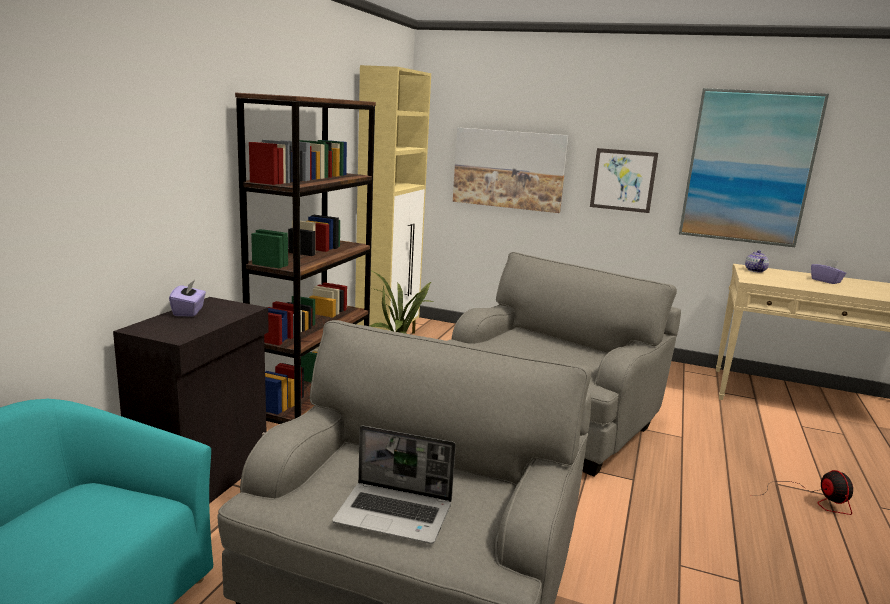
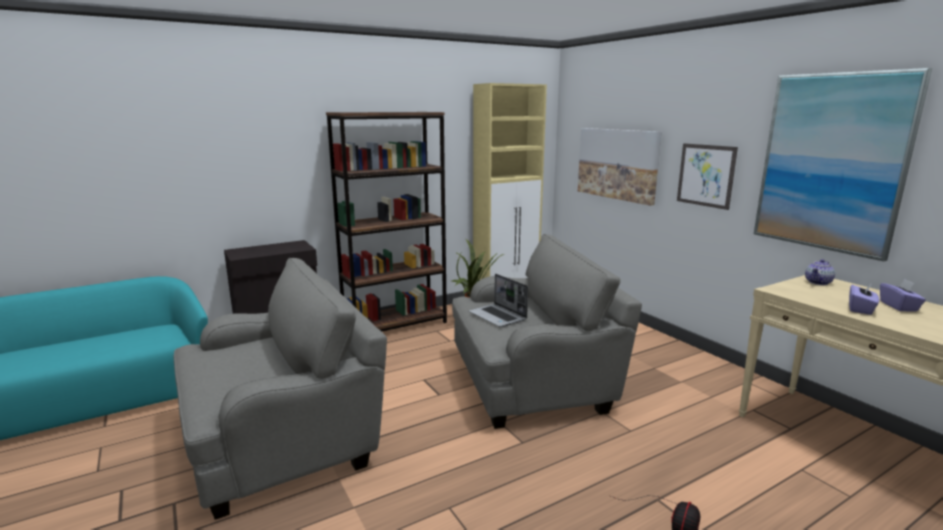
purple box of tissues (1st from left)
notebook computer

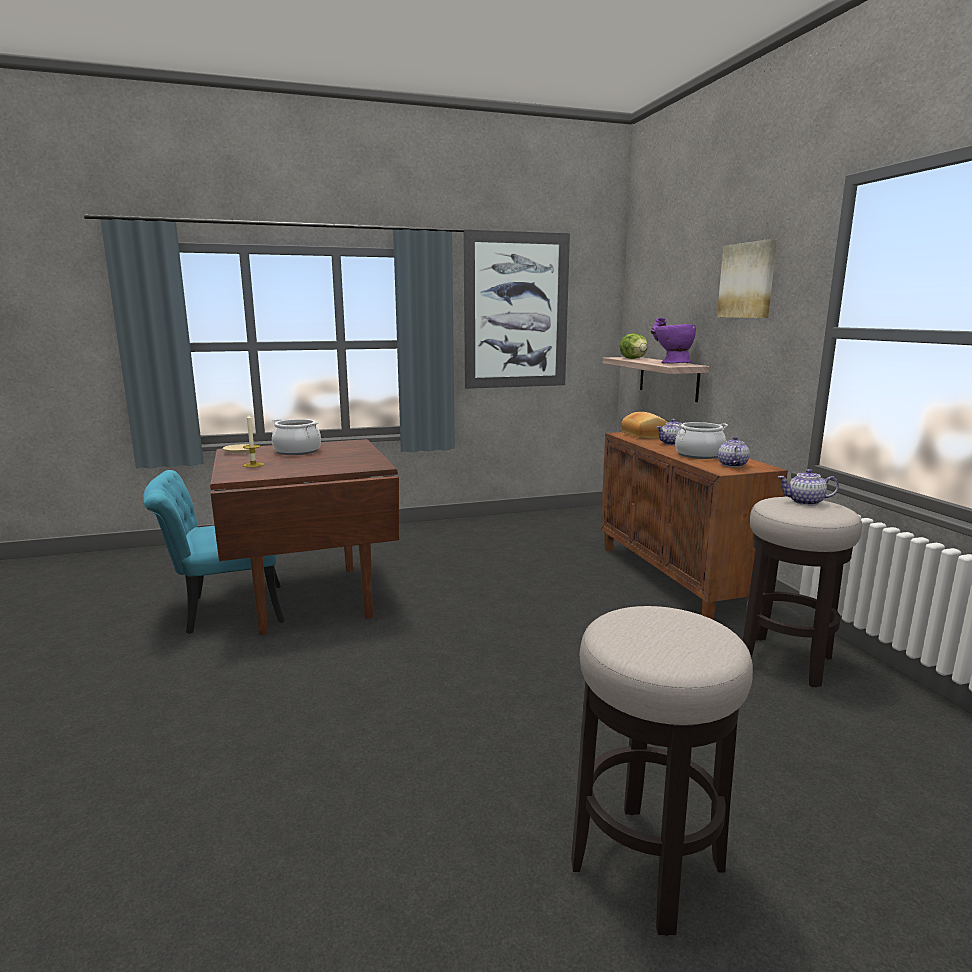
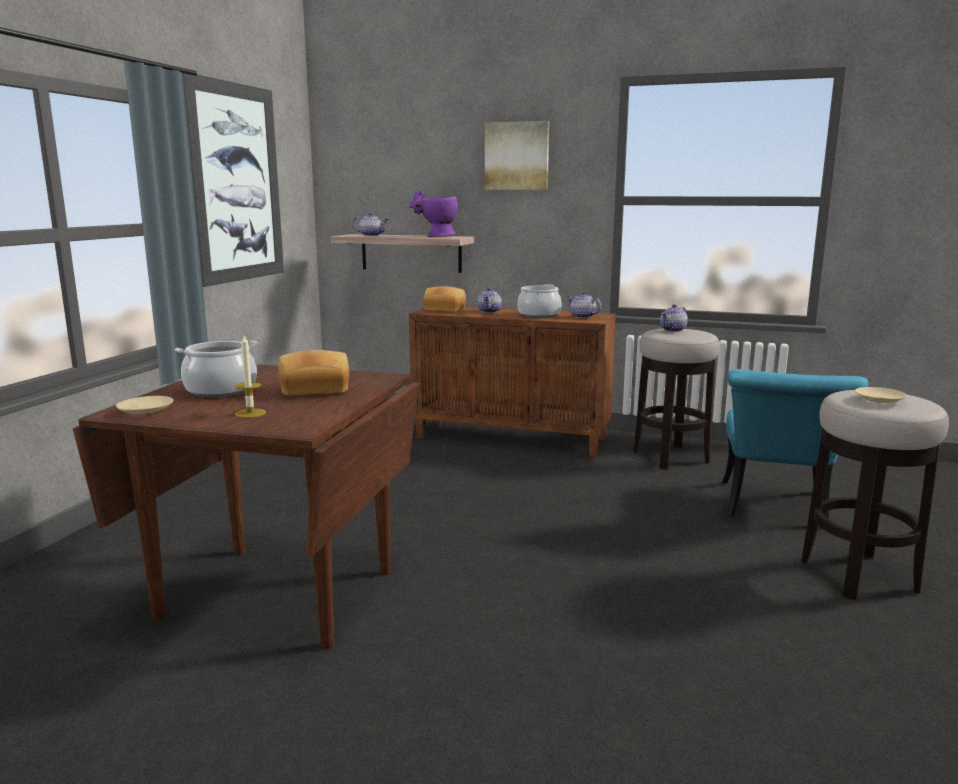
tea pot (1st from left)
turquoise chair
bread (1st from left)
sand-coloured flat dish (2nd from left)

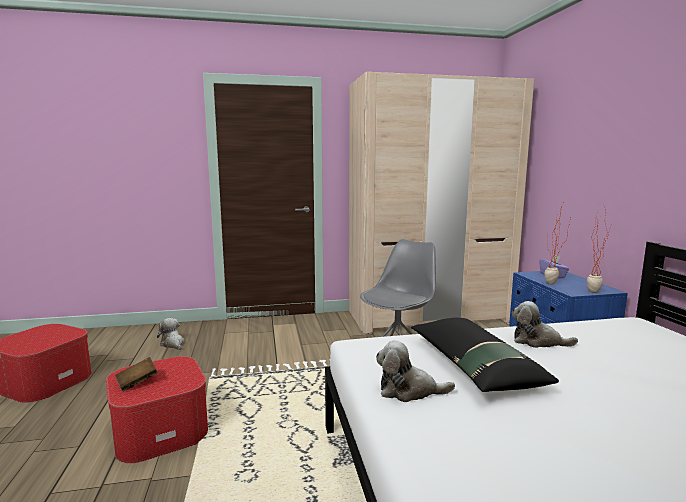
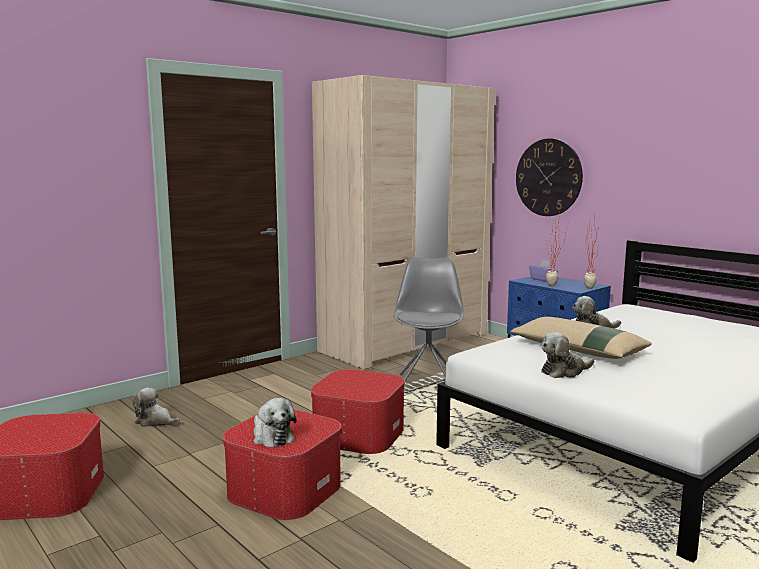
sand-coloured cushion
plush toy (2nd from left)
wall clock
footrest (3rd from left)

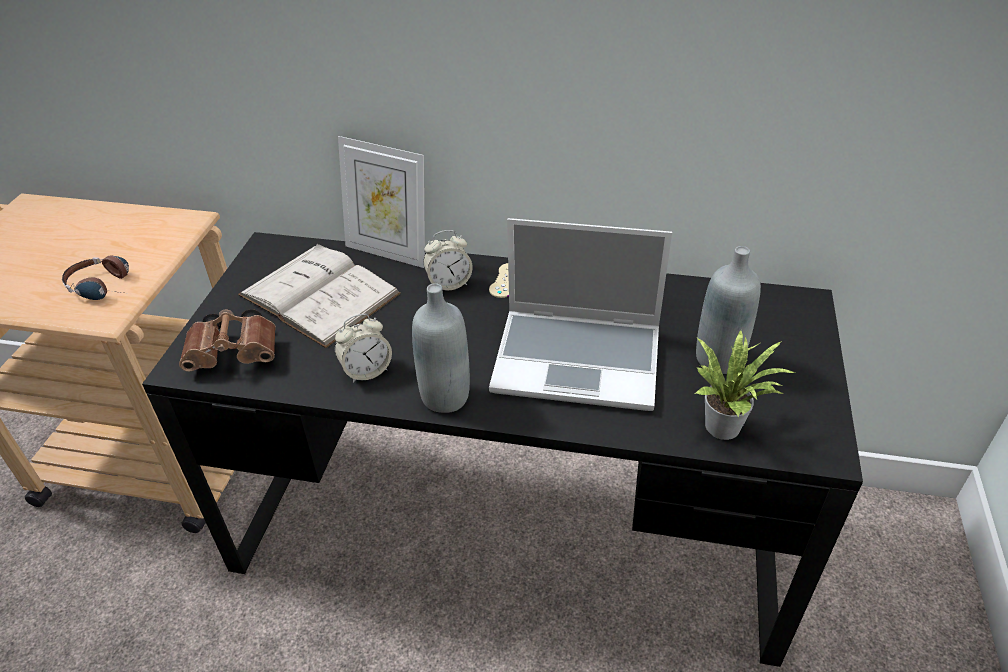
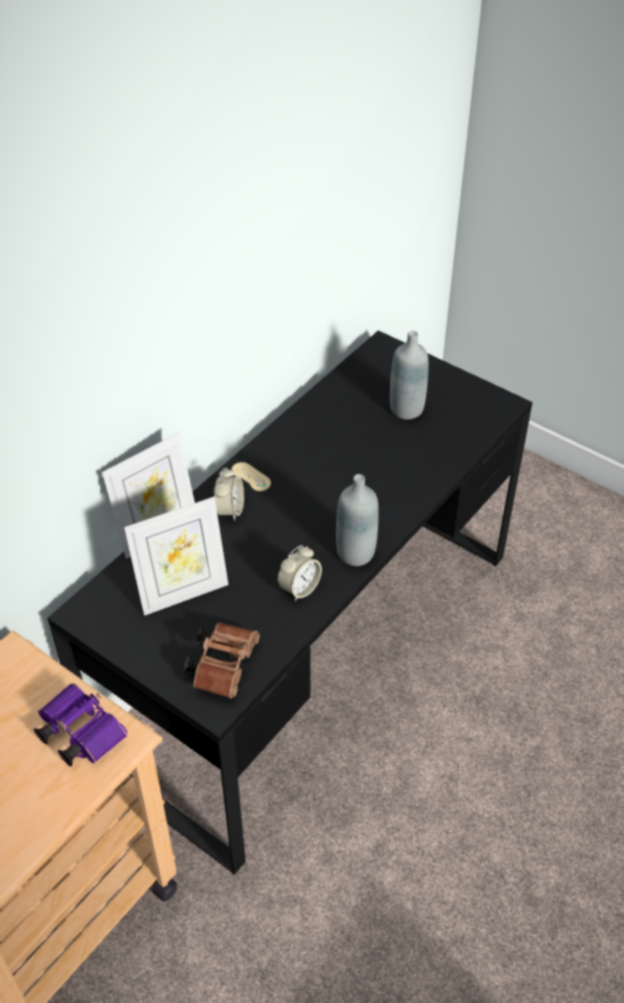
notebook computer
photo frame (2nd from left)
purple field glasses
table clock (2nd from left)
houseplant

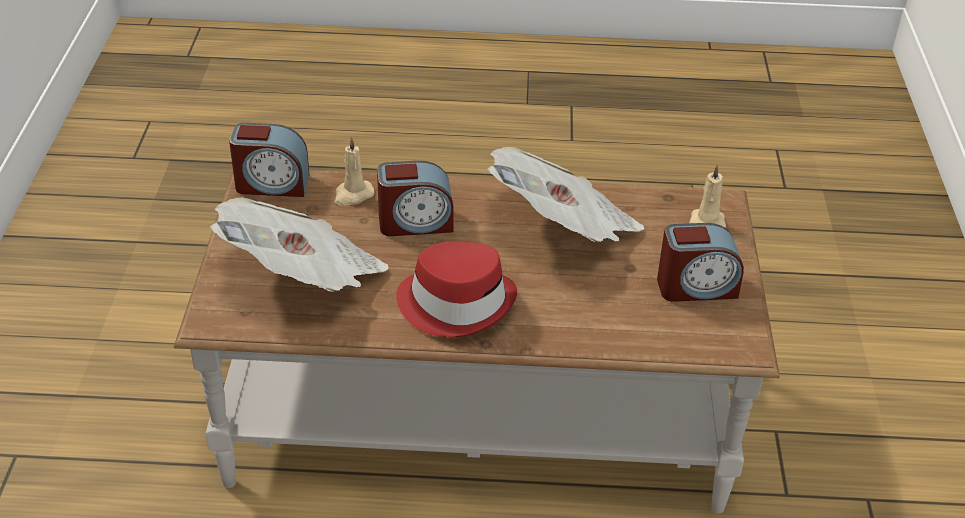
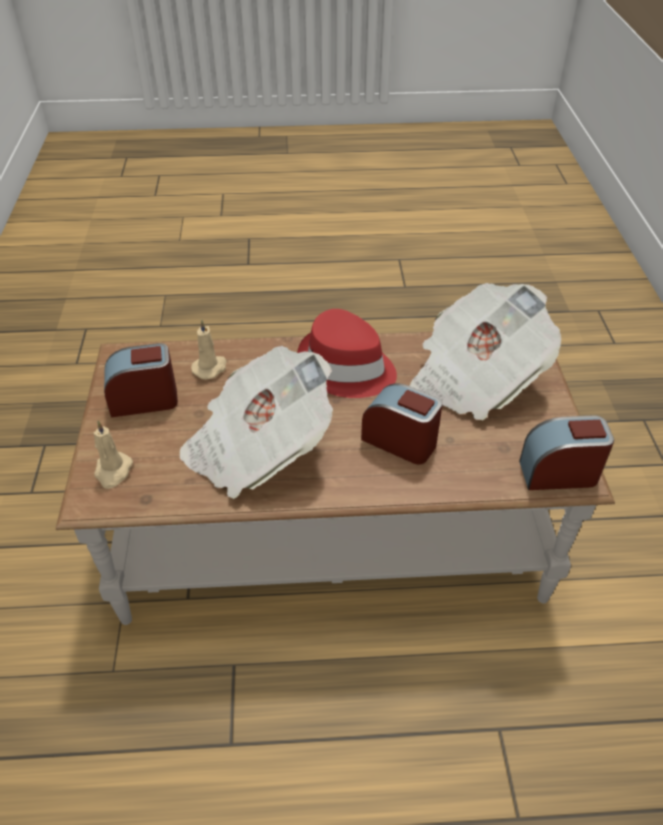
sand-coloured candle (2nd from left)
table clock (2nd from left)

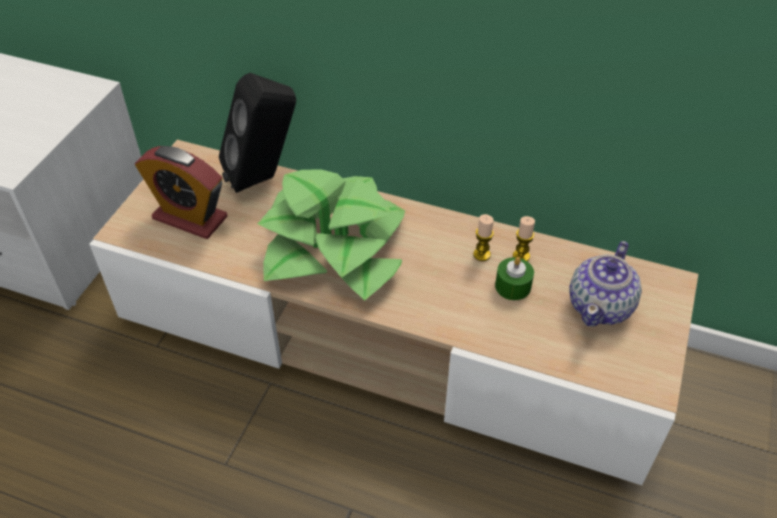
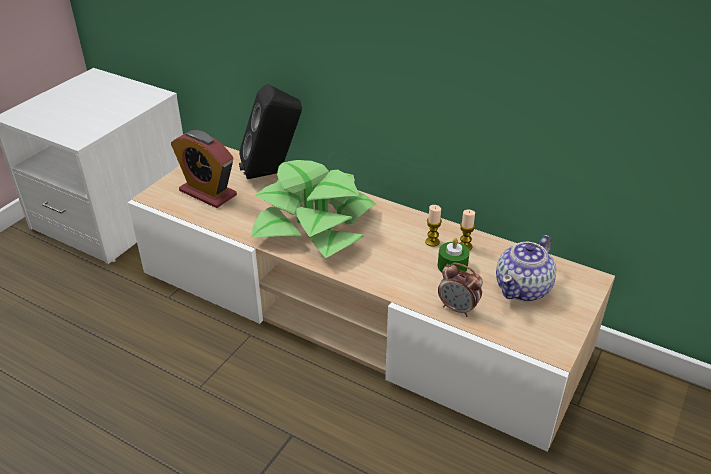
table clock (2nd from left)

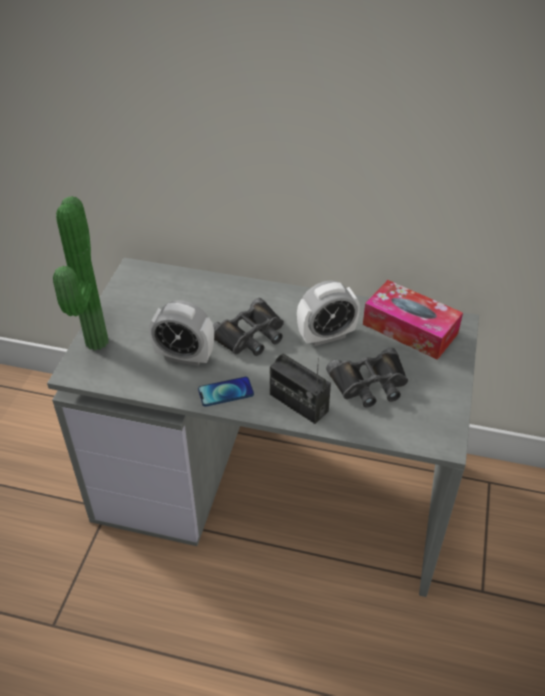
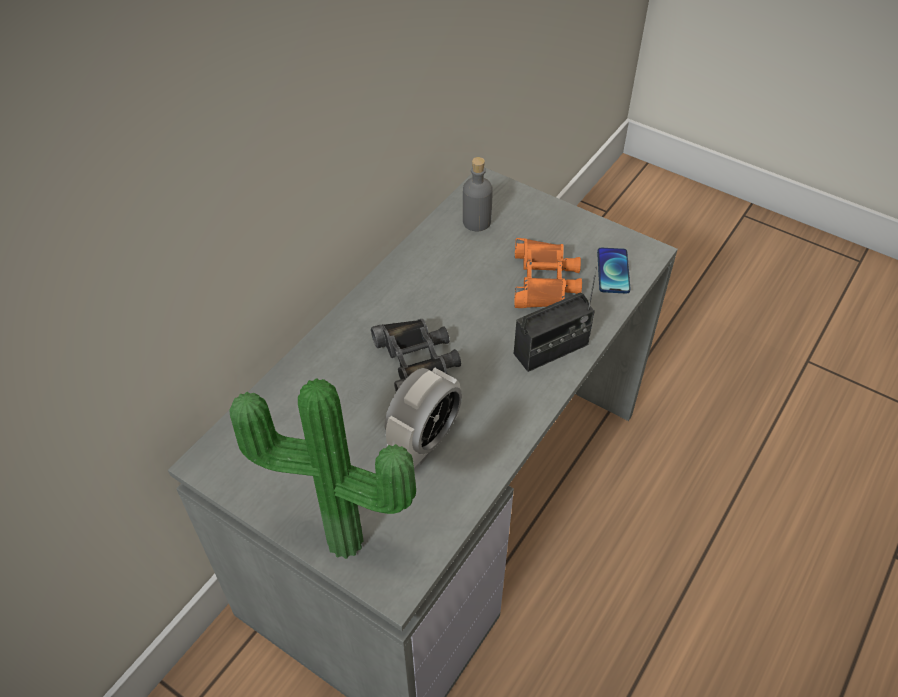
table clock (2nd from left in the first image)
greyish bottle
orange-coloured field glasses
telephone

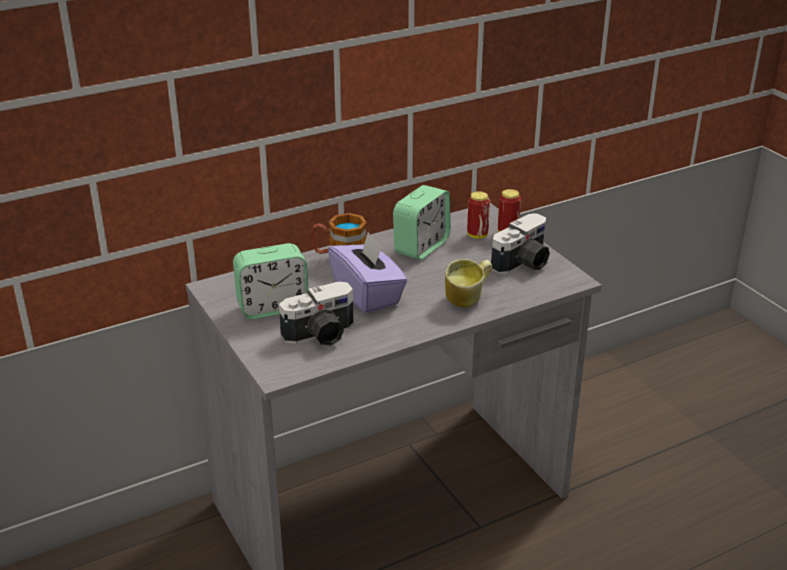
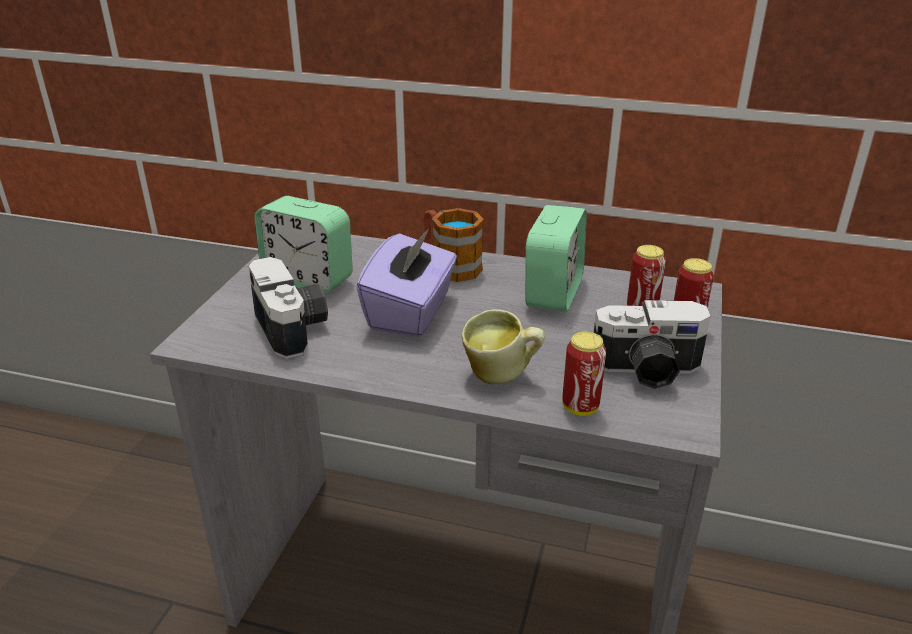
table clock (2nd from left)
still camera (1st from left)
can (1st from left)

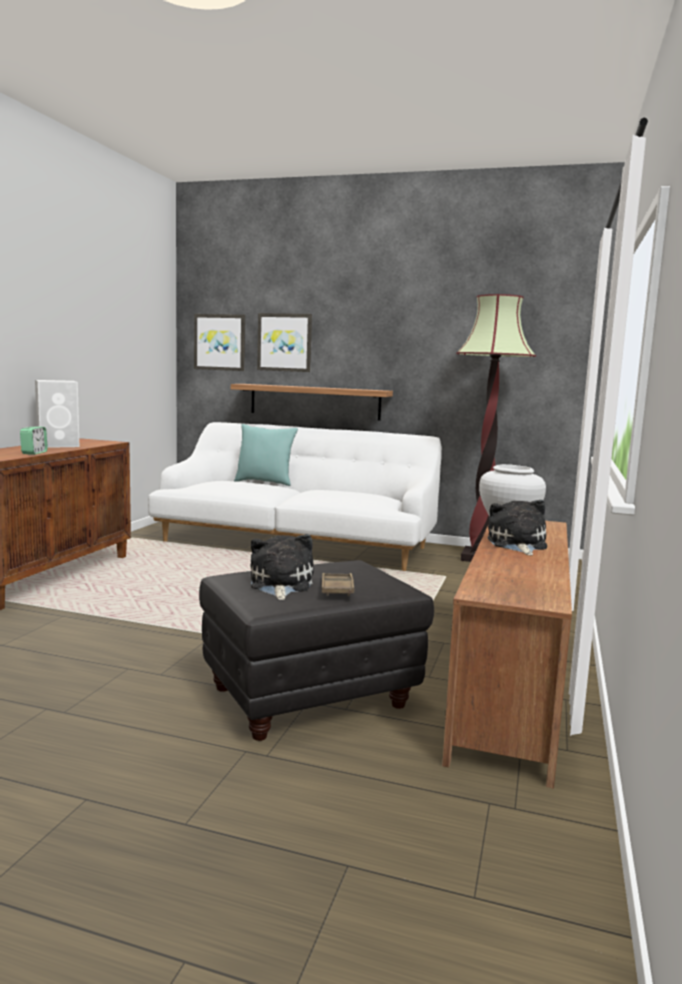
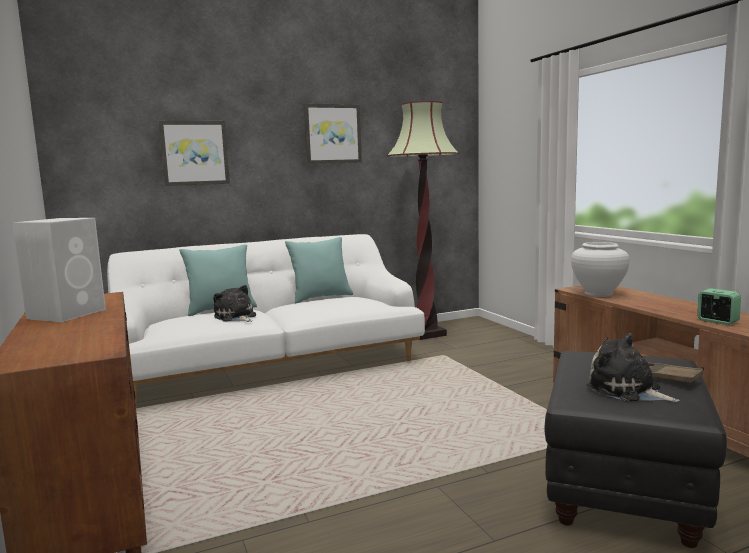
wall art (2nd from left)
shelf
table clock
plush toy (1st from left)
turquoise cushion (2nd from left)

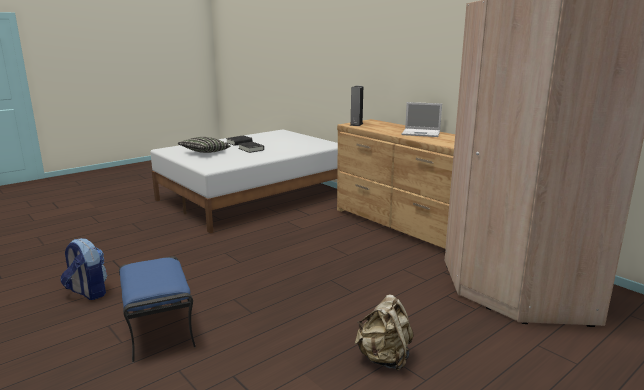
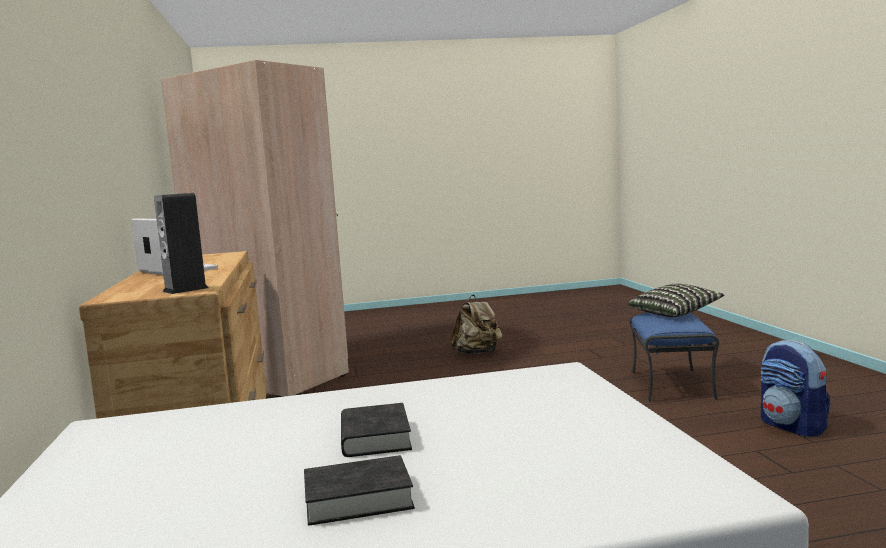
cushion

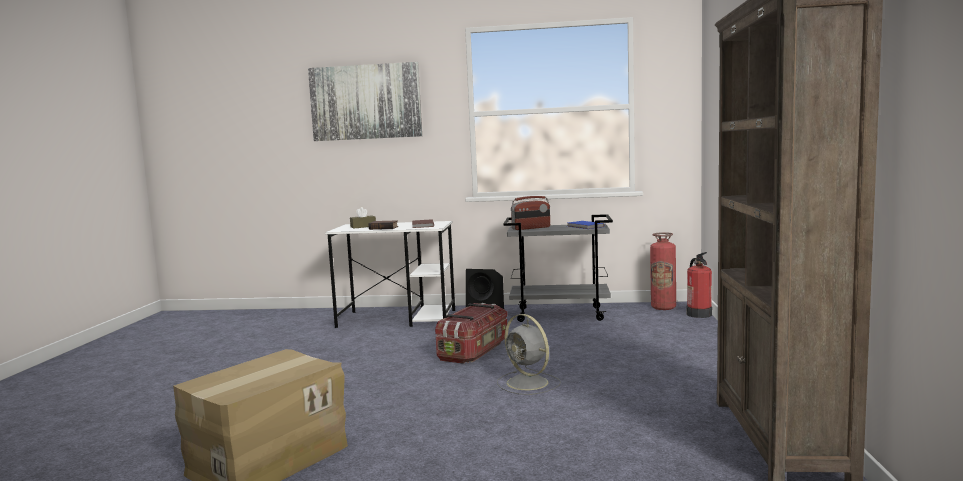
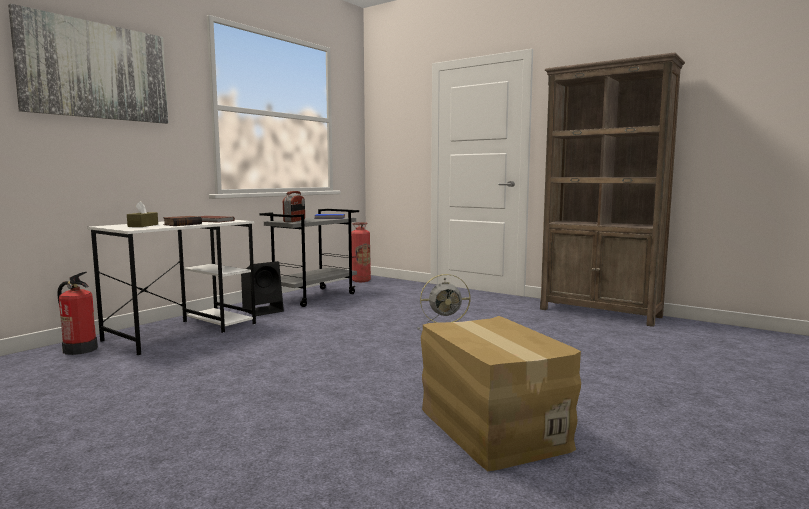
extinguisher (1st from left)
storage bin

